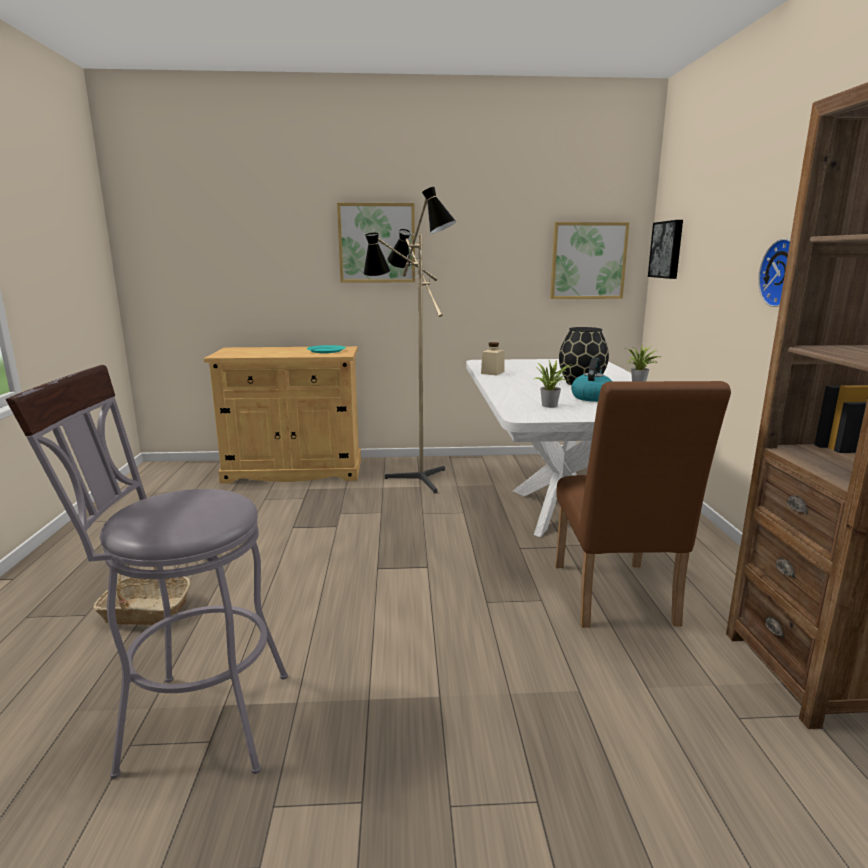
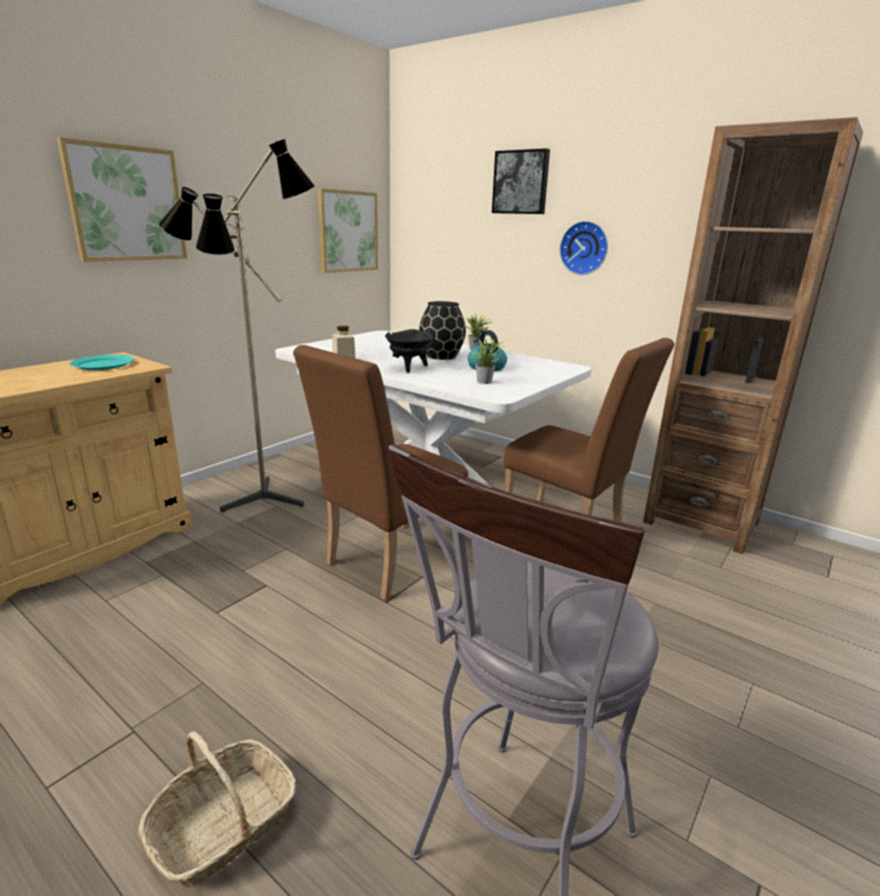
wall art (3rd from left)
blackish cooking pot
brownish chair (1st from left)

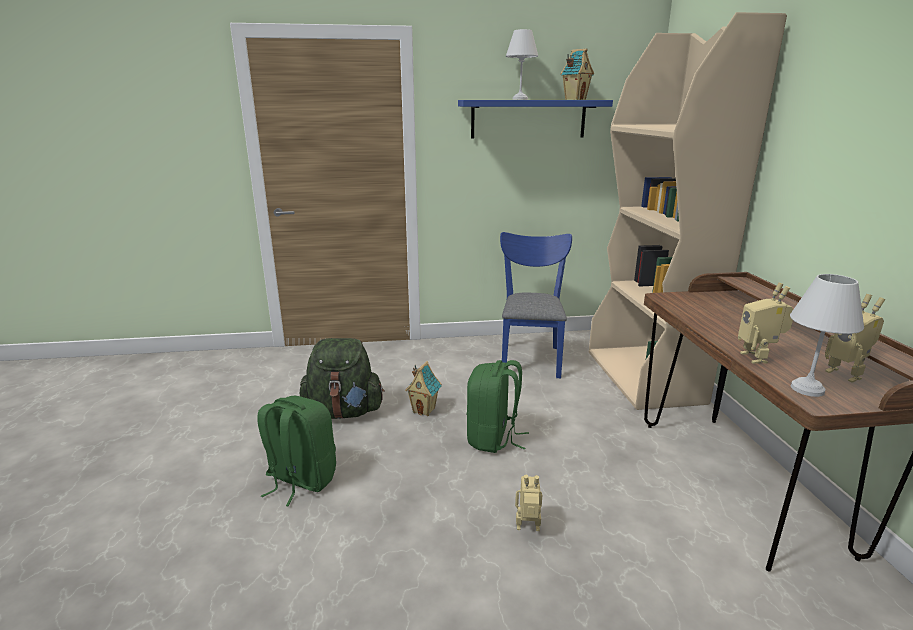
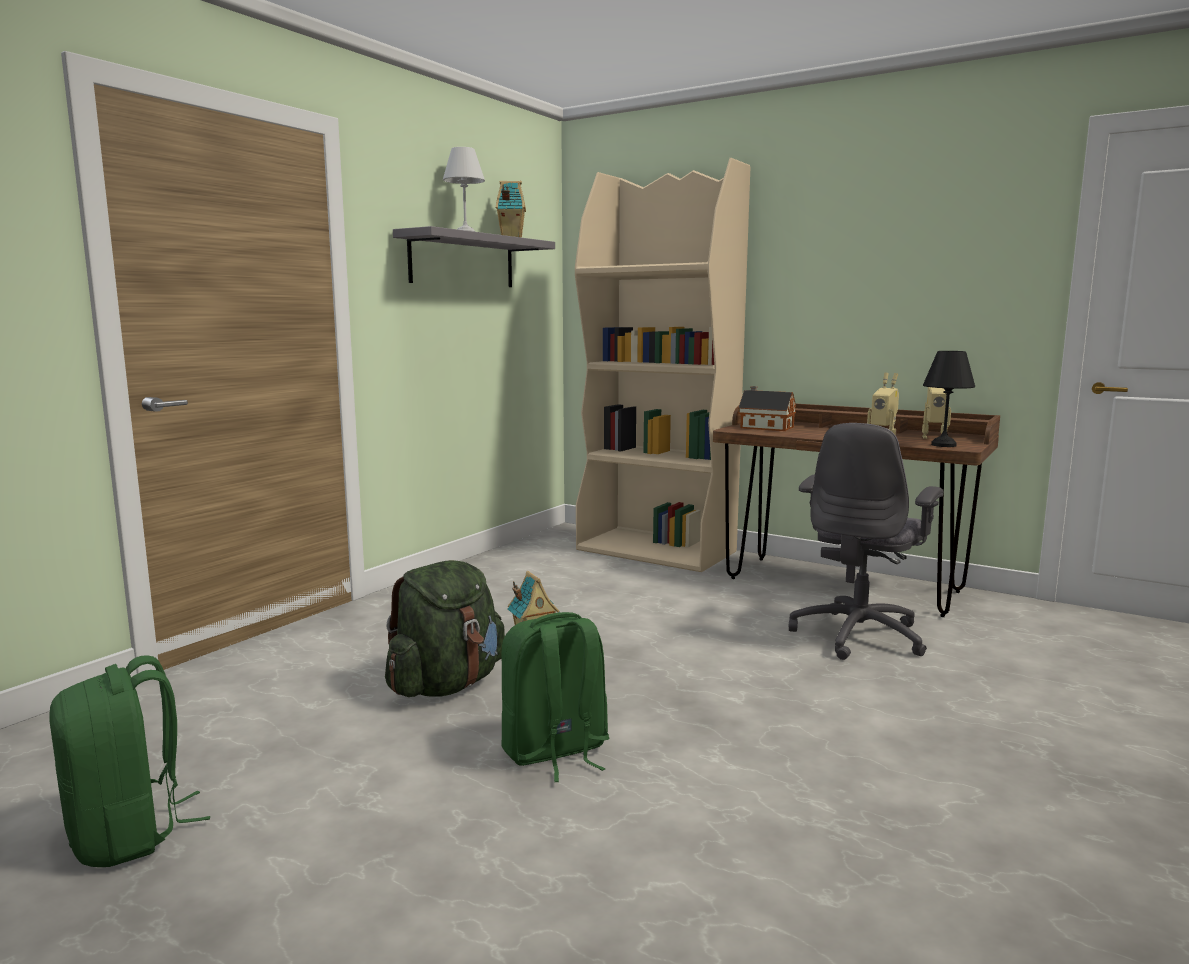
greyish shelf
blue-coloured chair
blackish lamp for a table
green-coloured rucksack (1st from left)
robot figure (1st from left in the first image)
miniature house (3rd from left)
greyish desk chair

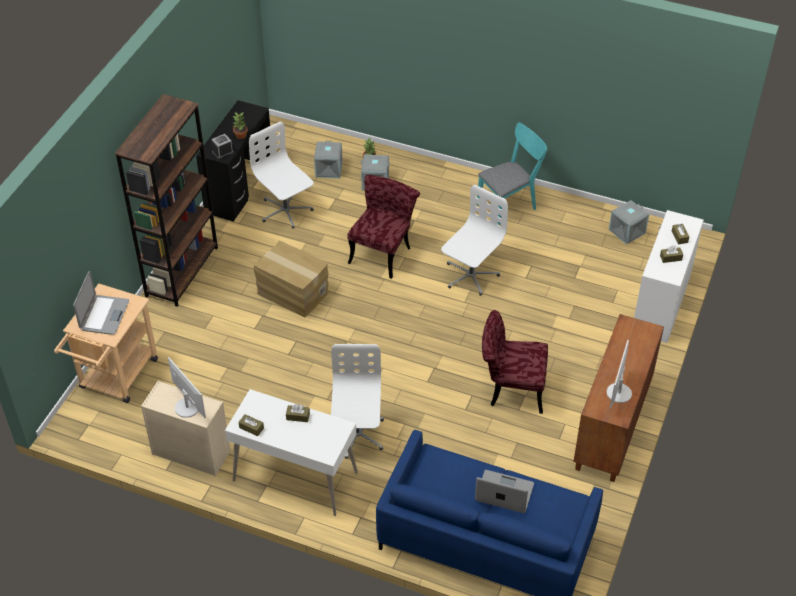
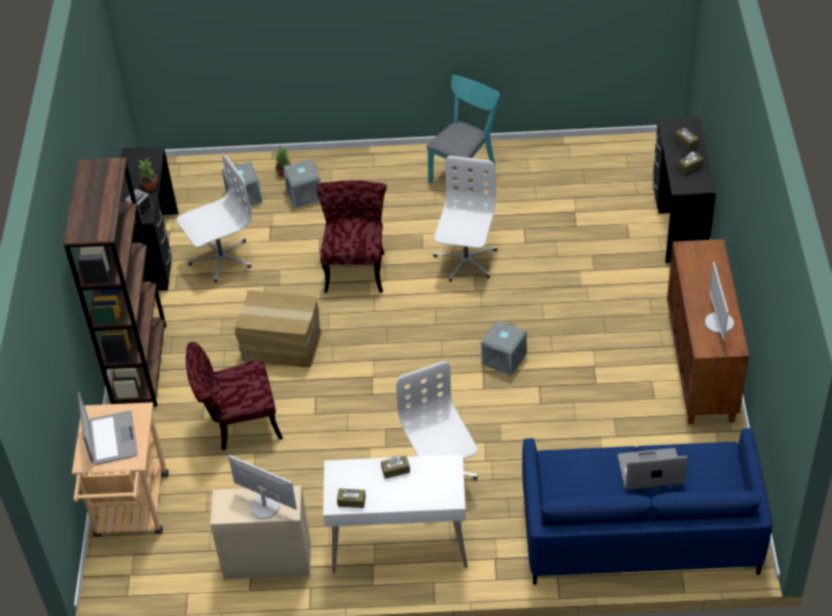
whitish desk chair (1st from left)
greyish storage bin (3rd from left)
blackish desk (2nd from left)
red chair (1st from left)

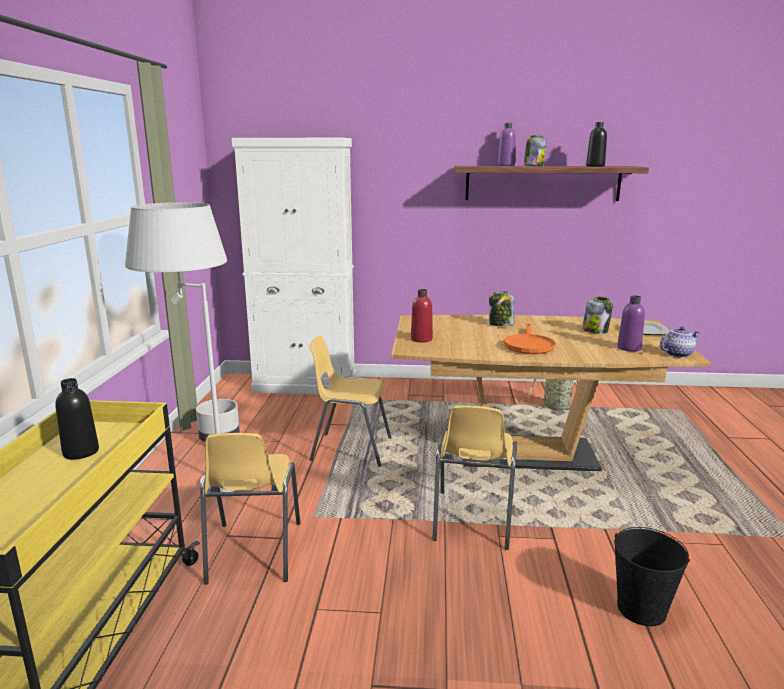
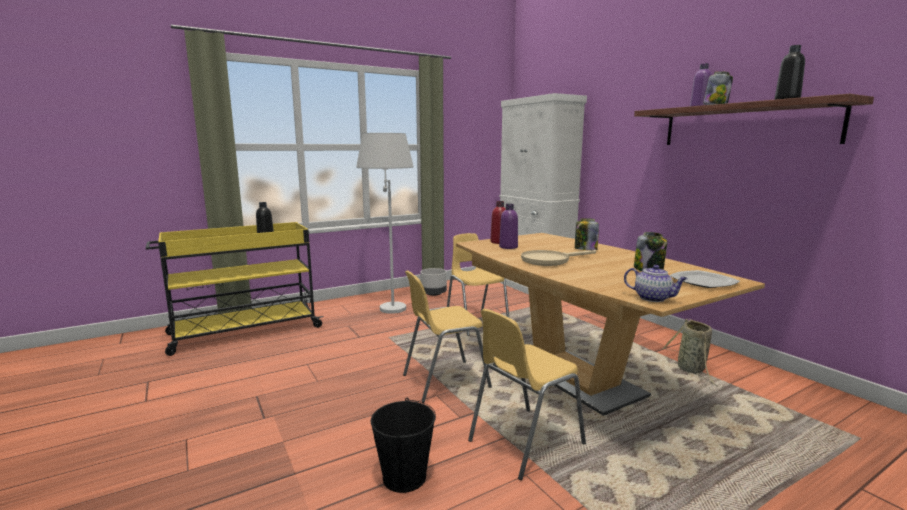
purple bottle (1st from left)
sand-coloured pan
yellowish chair (3rd from left)

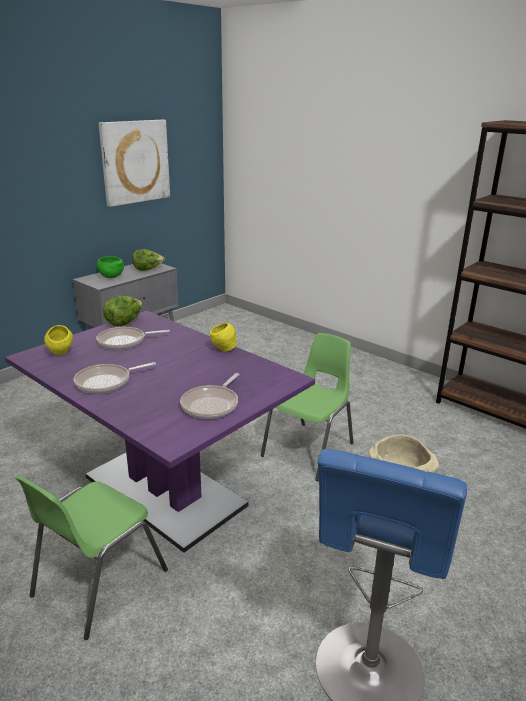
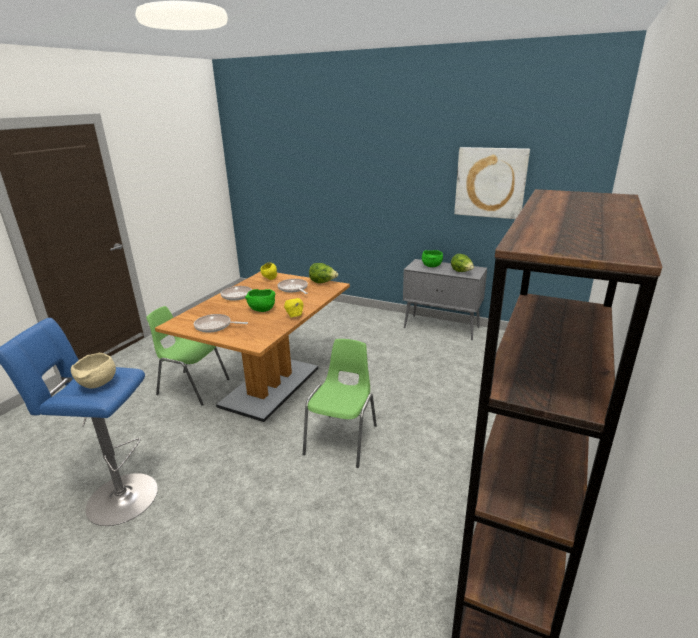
brownish dining table
green-coloured chair (2nd from left)
green-coloured serving bowl (1st from left)

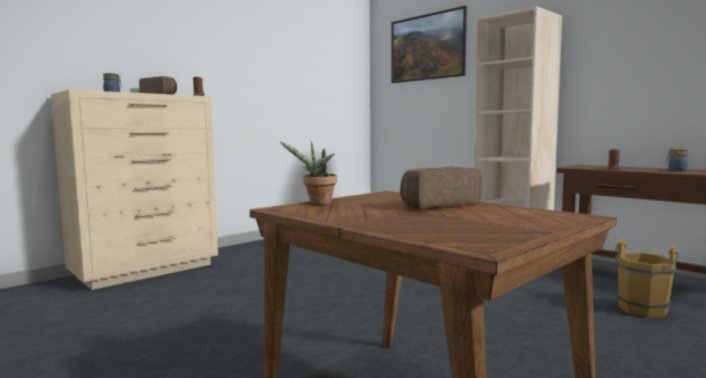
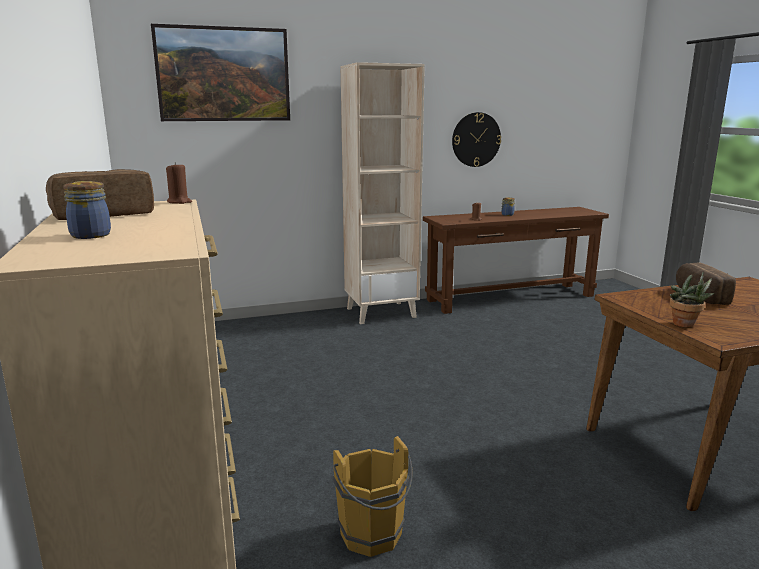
brownish water bucket
wall clock

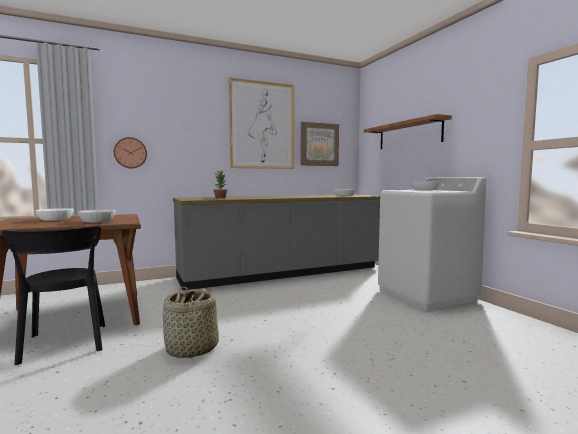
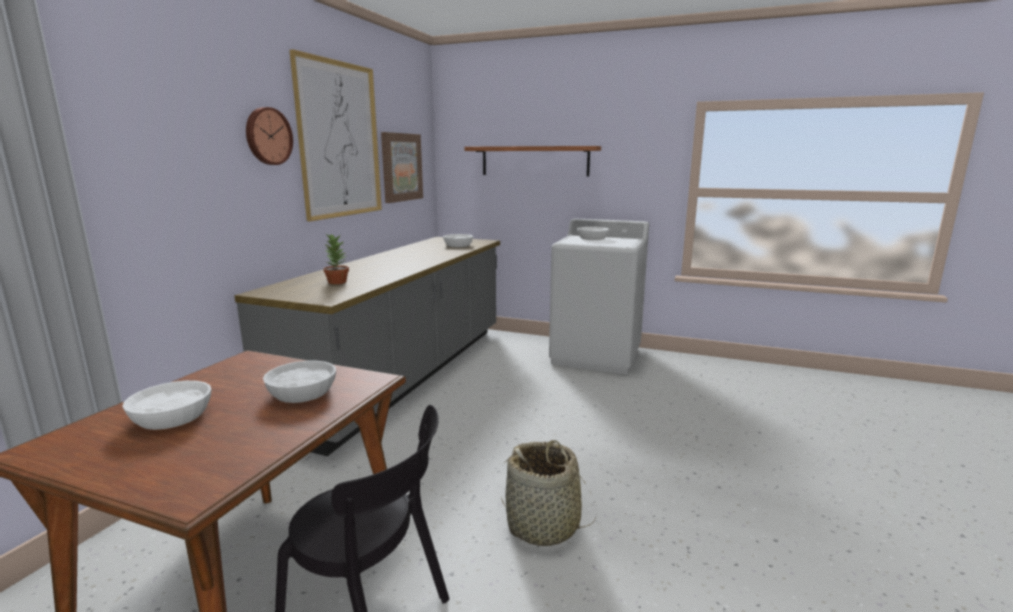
wall clock

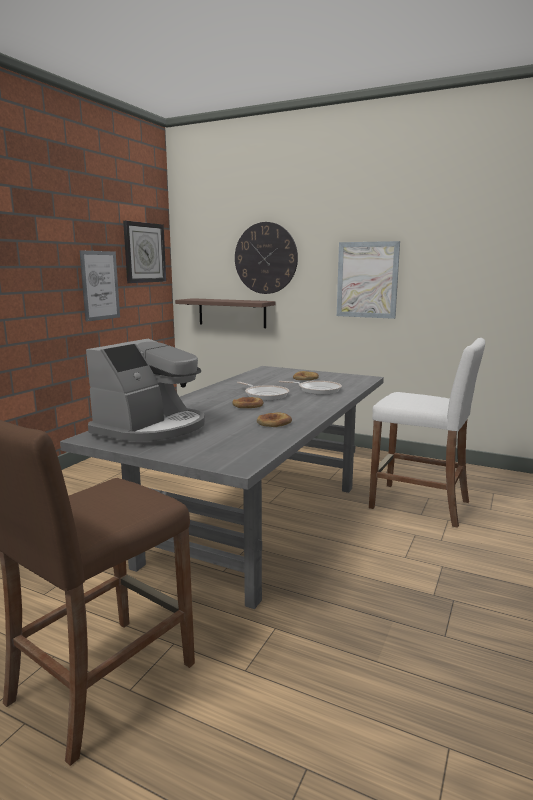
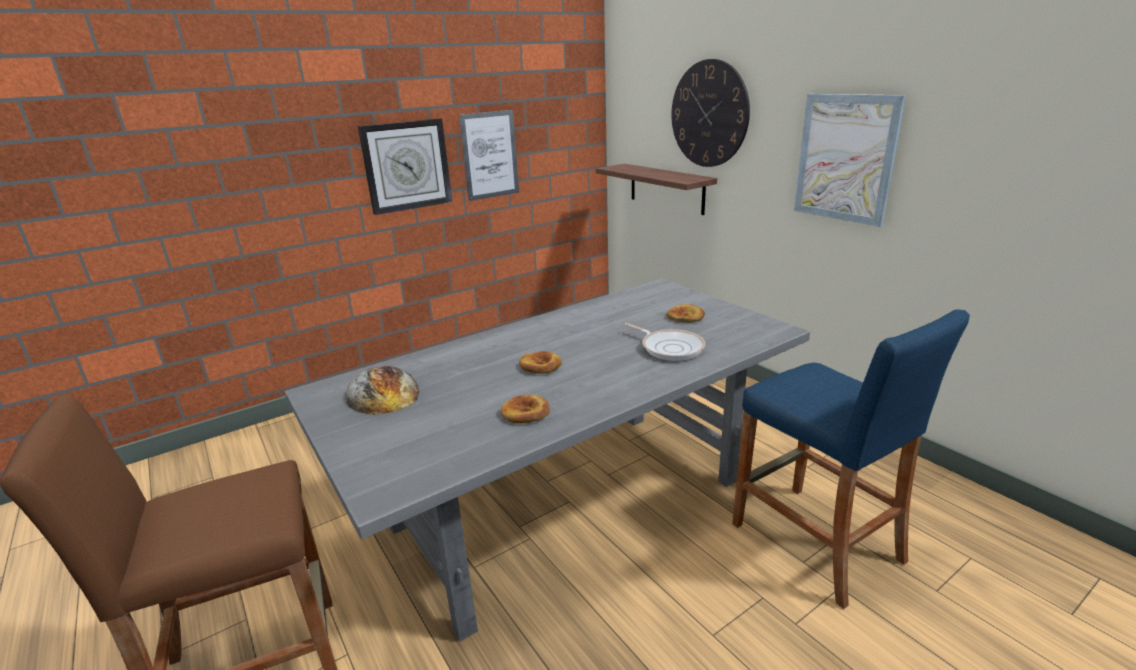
wall clock (1st from left)
bread (1st from left)
blue-coloured stool
pan (1st from left in the first image)

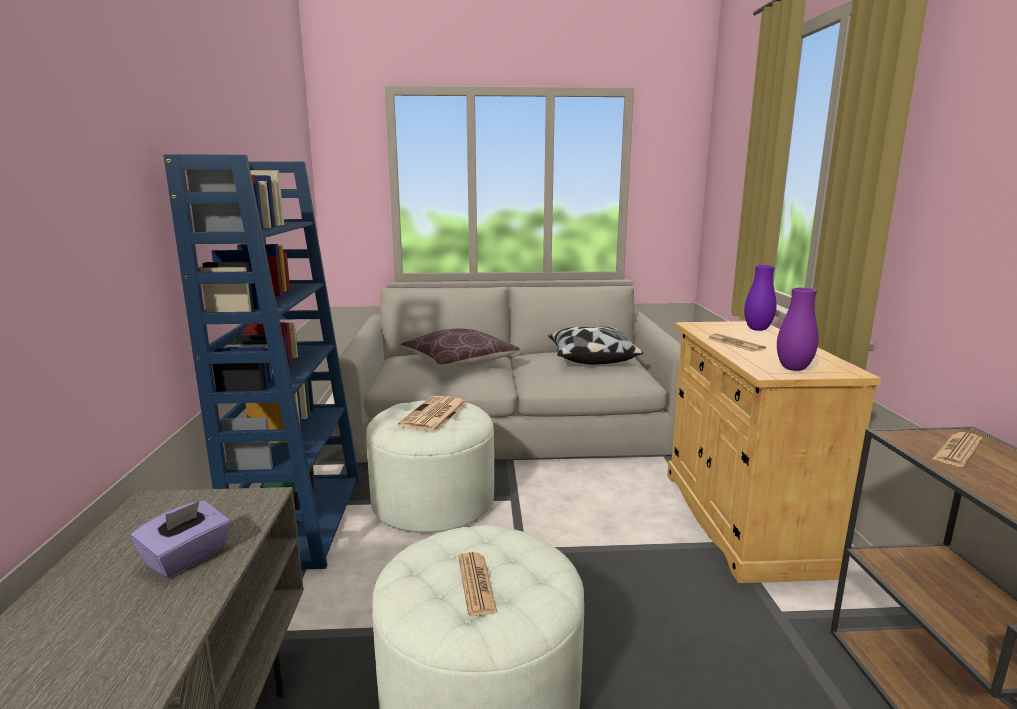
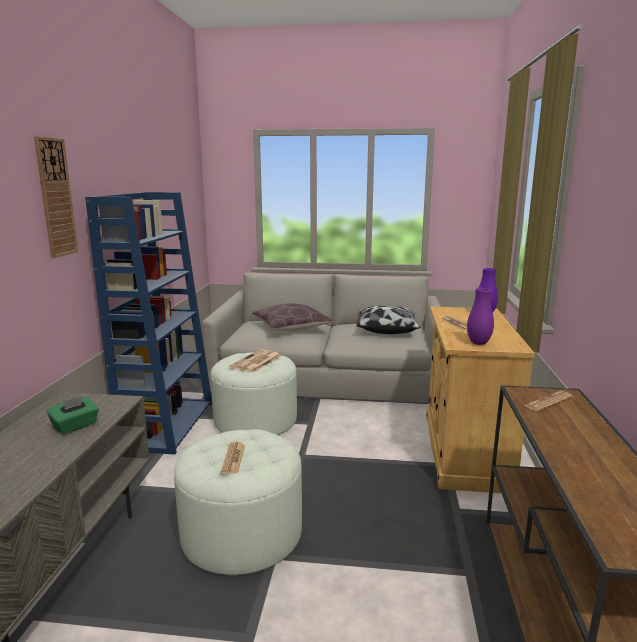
green-coloured box of tissues
wall clock

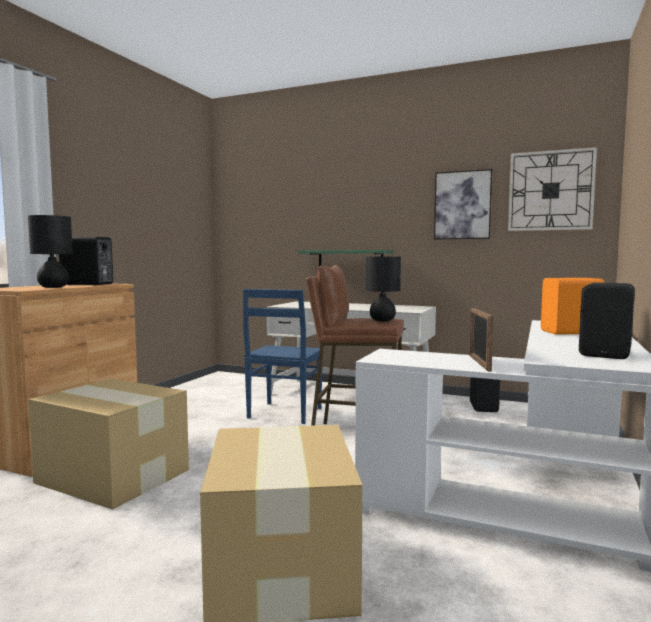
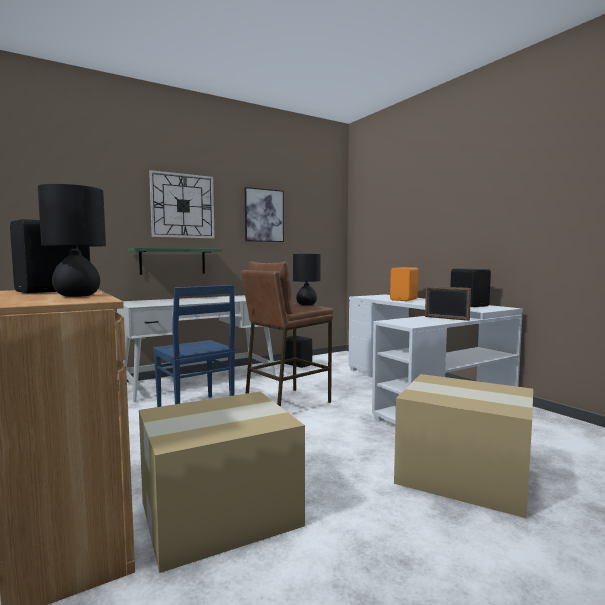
wall clock

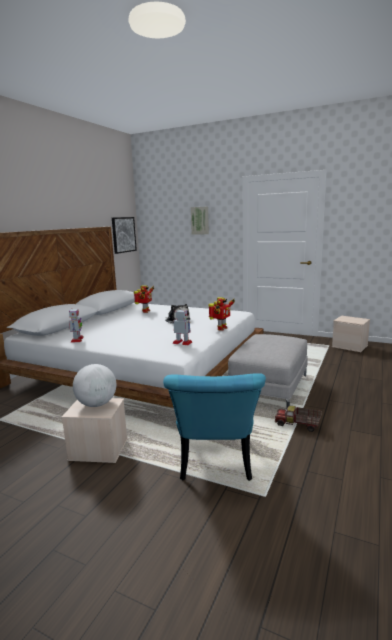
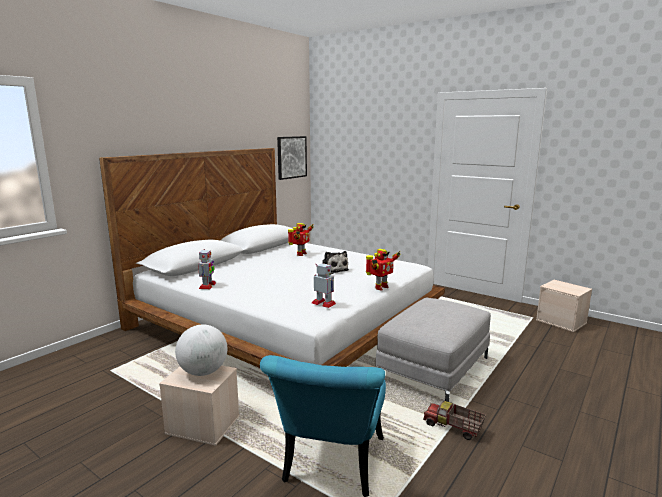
wall art (2nd from left in the first image)

